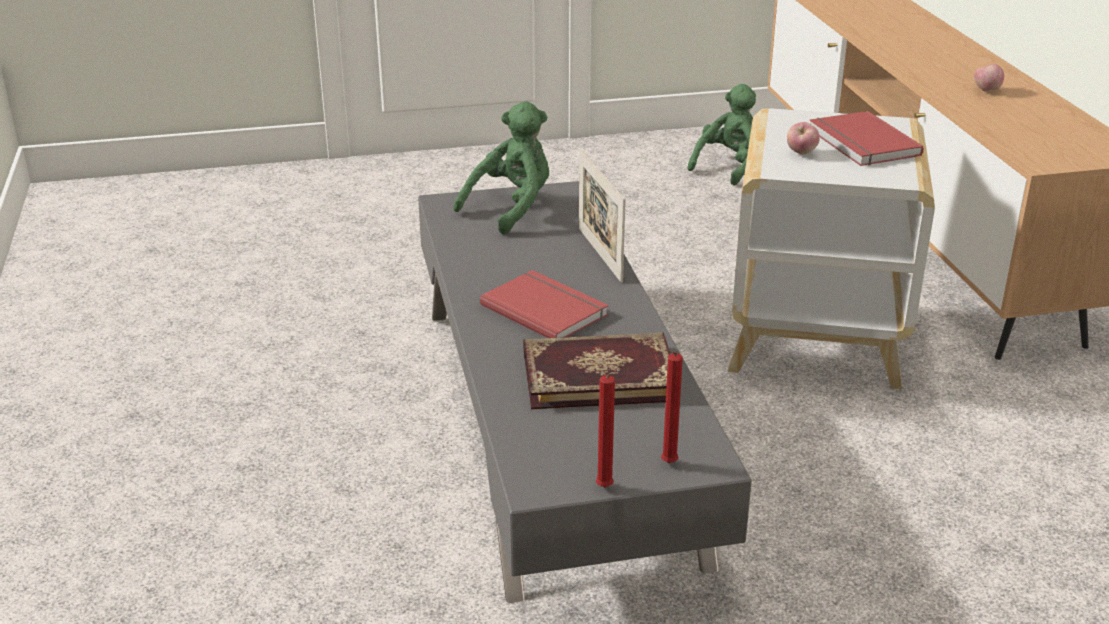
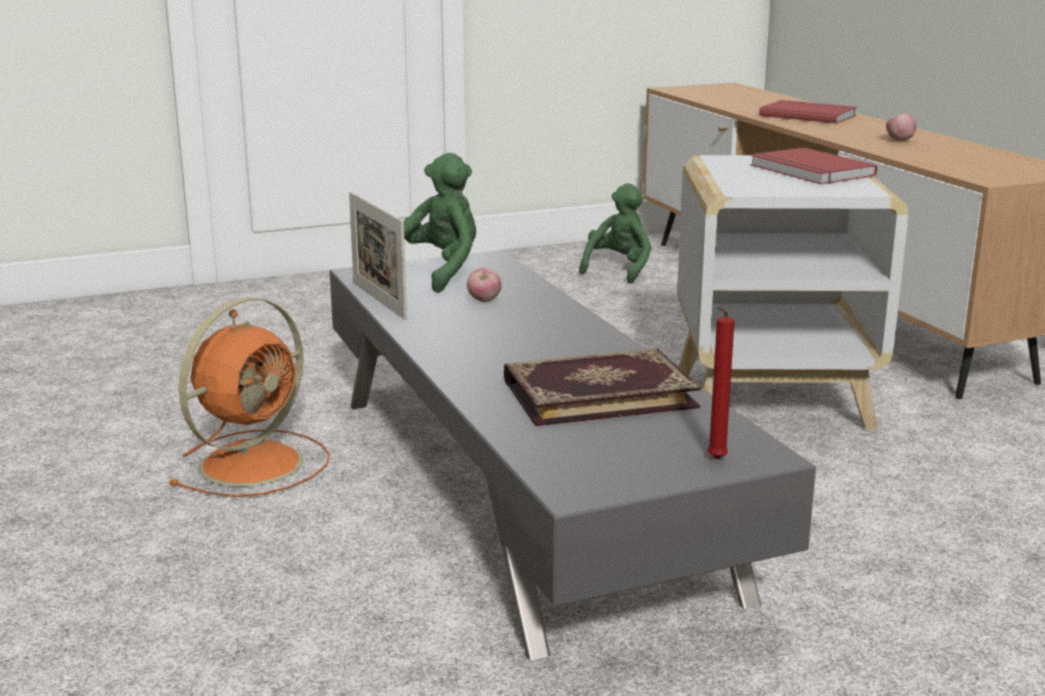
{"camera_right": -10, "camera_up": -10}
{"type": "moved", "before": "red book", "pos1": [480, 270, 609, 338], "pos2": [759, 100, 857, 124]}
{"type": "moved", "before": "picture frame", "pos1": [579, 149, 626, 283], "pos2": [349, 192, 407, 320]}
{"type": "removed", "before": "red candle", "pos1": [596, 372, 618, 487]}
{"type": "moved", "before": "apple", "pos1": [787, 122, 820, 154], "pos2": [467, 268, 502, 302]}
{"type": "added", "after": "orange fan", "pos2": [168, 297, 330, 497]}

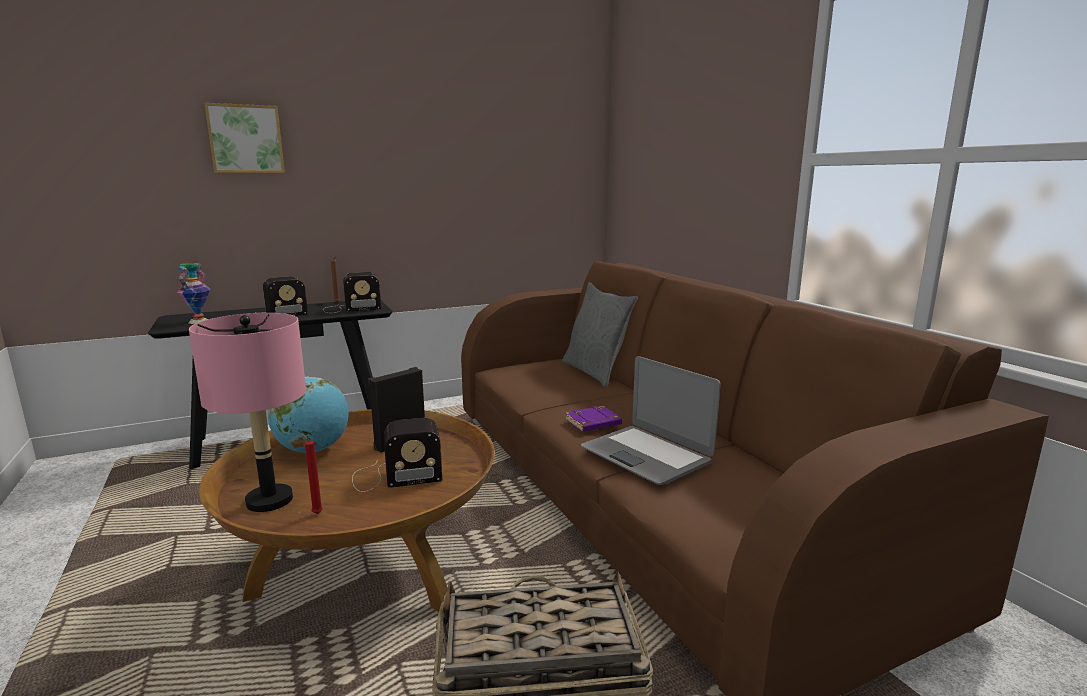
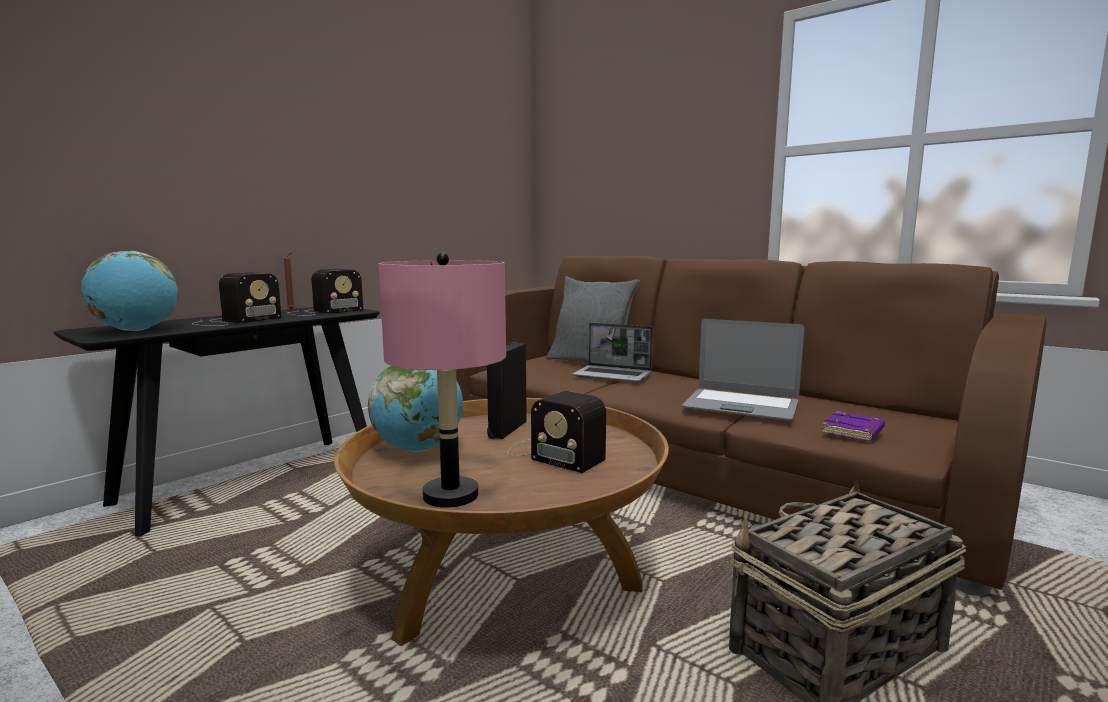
{"camera_right": -25, "camera_up": -5}
{"type": "replaced", "before": "vase", "after": "globe", "pos1": [177, 263, 210, 324], "pos2": [81, 251, 179, 331]}
{"type": "removed", "before": "picture", "pos1": [205, 103, 285, 173]}
{"type": "removed", "before": "red candle", "pos1": [300, 433, 323, 514]}
{"type": "turned", "before": "radio", "pos1": [352, 418, 442, 492], "pos2": [507, 391, 606, 473], "turn": 75}
{"type": "moved", "before": "purple book", "pos1": [565, 406, 622, 432], "pos2": [822, 411, 885, 441]}
{"type": "added", "after": "laptop", "pos2": [572, 323, 653, 383]}

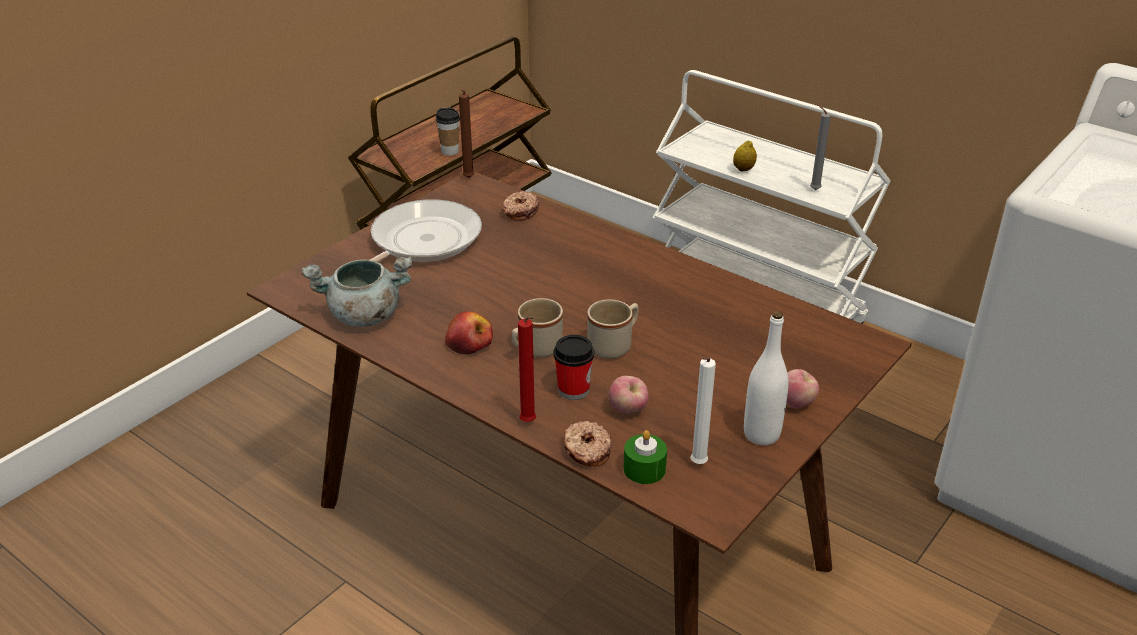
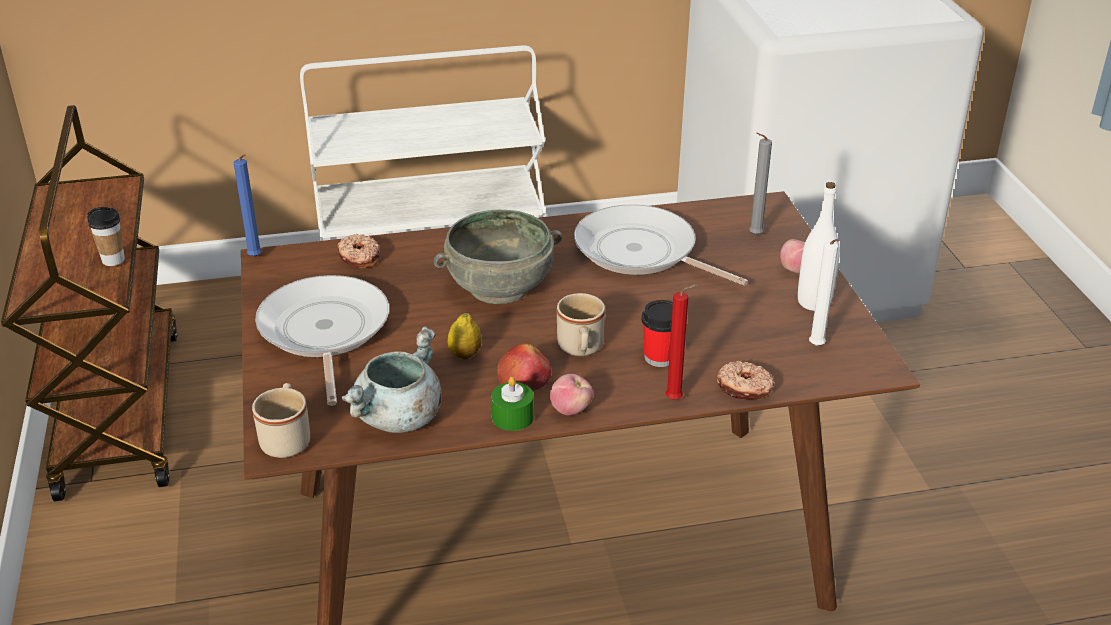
{"camera_right": -50, "camera_up": 0}
{"type": "recoloured", "before": "brown candle", "after": "blue candle", "pos1": [459, 90, 474, 178], "pos2": [233, 154, 262, 257]}
{"type": "moved", "before": "beige mug", "pos1": [587, 299, 638, 359], "pos2": [252, 383, 310, 458]}
{"type": "moved", "before": "apple", "pos1": [609, 376, 649, 414], "pos2": [550, 374, 593, 415]}
{"type": "moved", "before": "green candle", "pos1": [624, 430, 667, 484], "pos2": [491, 377, 534, 431]}
{"type": "moved", "before": "lemon", "pos1": [733, 140, 757, 171], "pos2": [448, 313, 482, 360]}
{"type": "moved", "before": "grey candle", "pos1": [810, 104, 831, 190], "pos2": [749, 132, 772, 235]}
{"type": "added", "after": "grey bowl", "pos2": [434, 210, 562, 304]}
{"type": "added", "after": "frying pan", "pos2": [574, 204, 748, 286]}

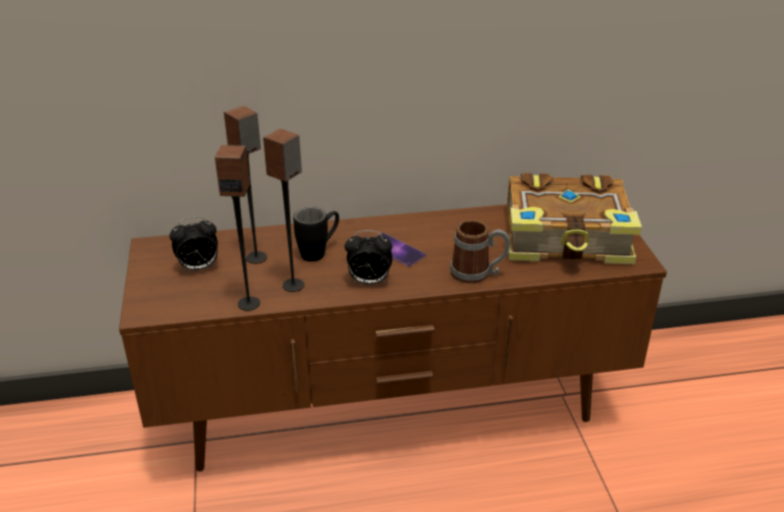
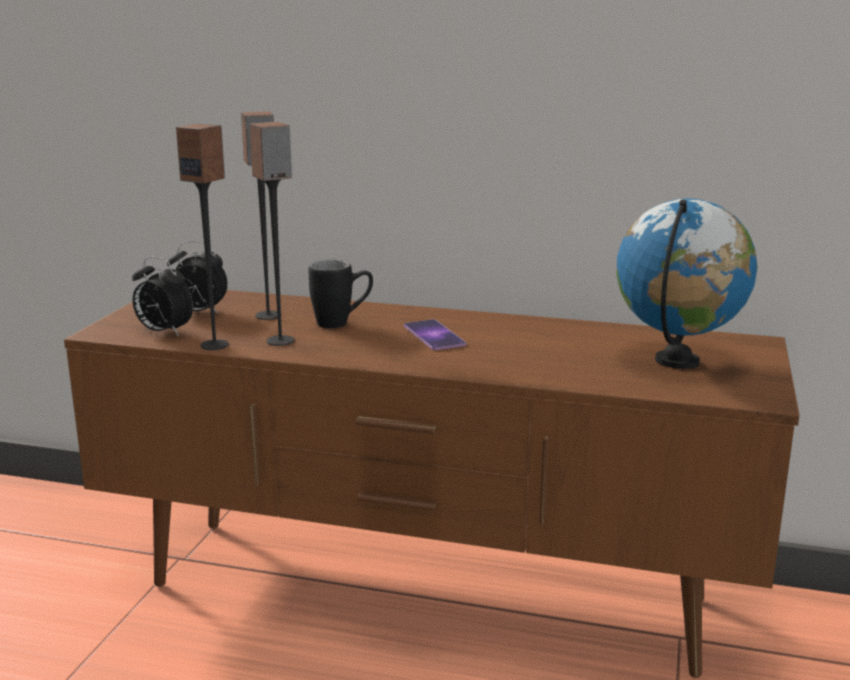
{"camera_right": 25, "camera_up": -15}
{"type": "moved", "before": "alarm clock", "pos1": [344, 230, 393, 285], "pos2": [132, 257, 193, 336]}
{"type": "removed", "before": "mug", "pos1": [450, 220, 510, 284]}
{"type": "replaced", "before": "book", "after": "globe", "pos1": [507, 173, 642, 264], "pos2": [616, 198, 758, 369]}

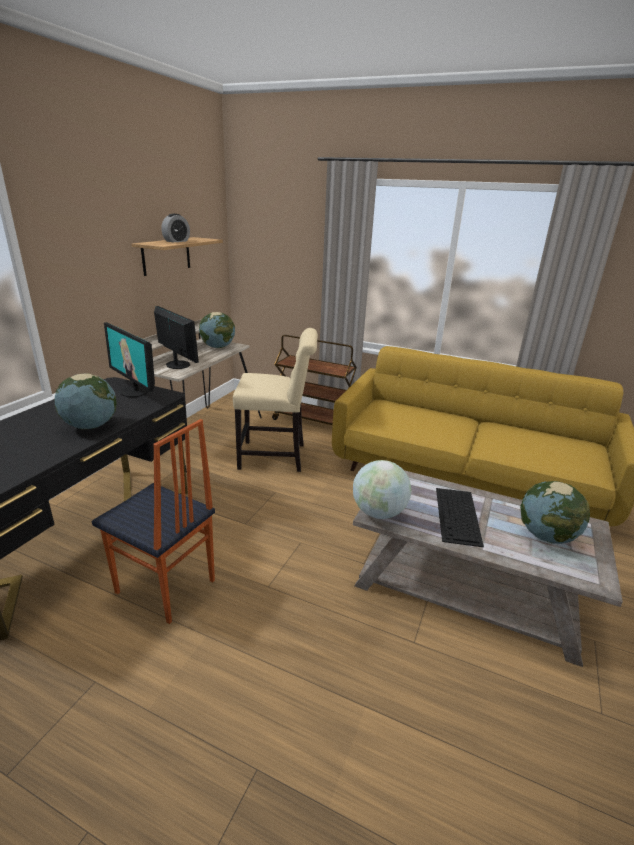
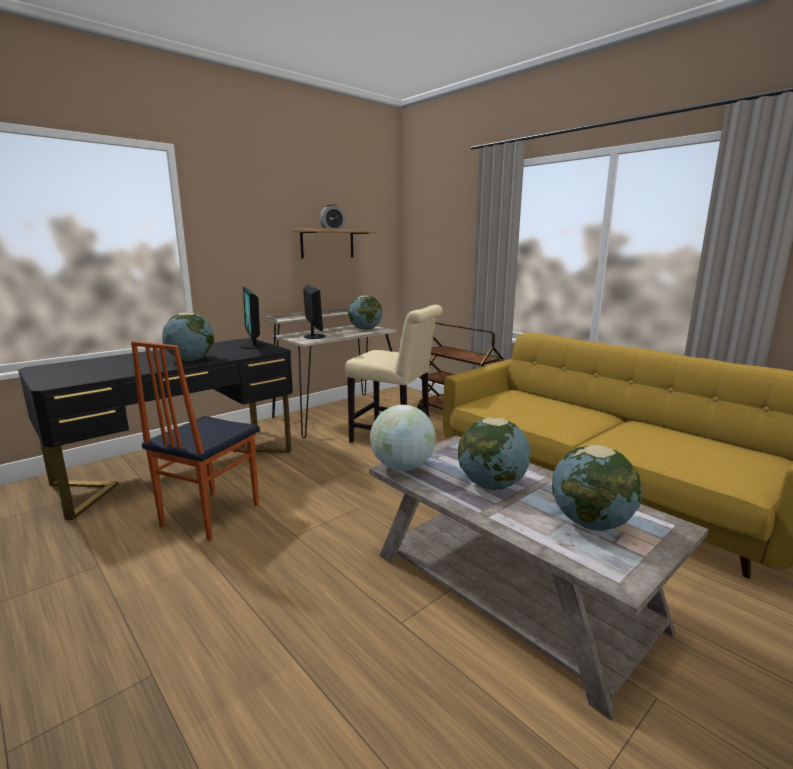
{"camera_right": 25, "camera_up": -10}
{"type": "turned", "before": "chair", "pos1": [92, 419, 215, 624], "pos2": [131, 341, 260, 541], "turn": 60}
{"type": "replaced", "before": "keyboard", "after": "globe", "pos1": [436, 488, 484, 547], "pos2": [458, 417, 530, 490]}

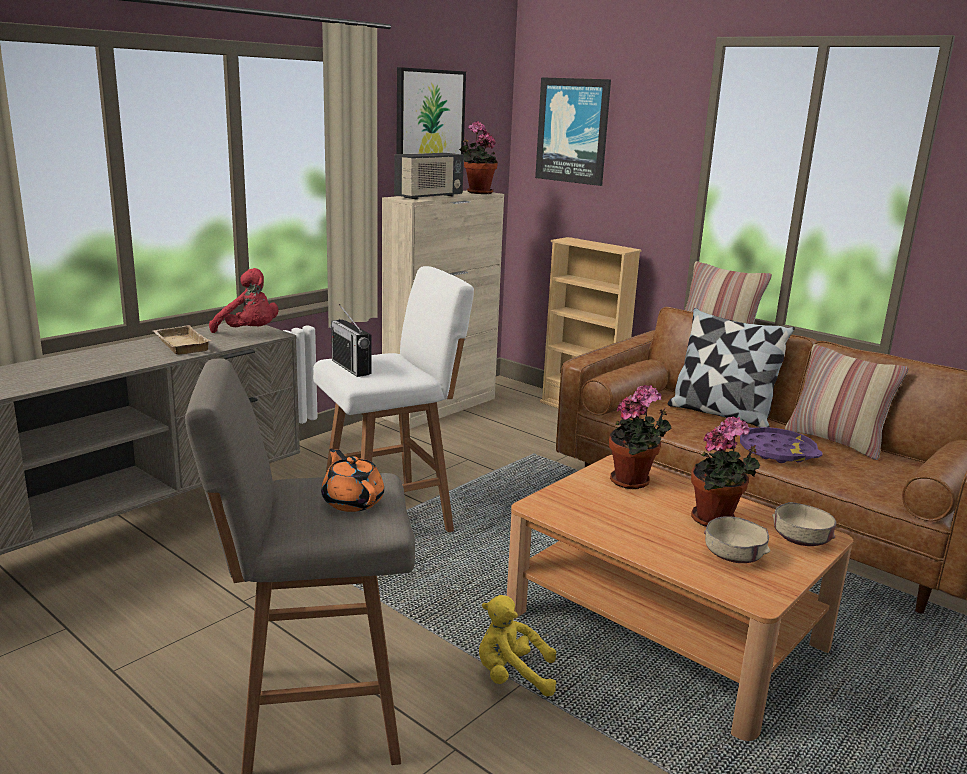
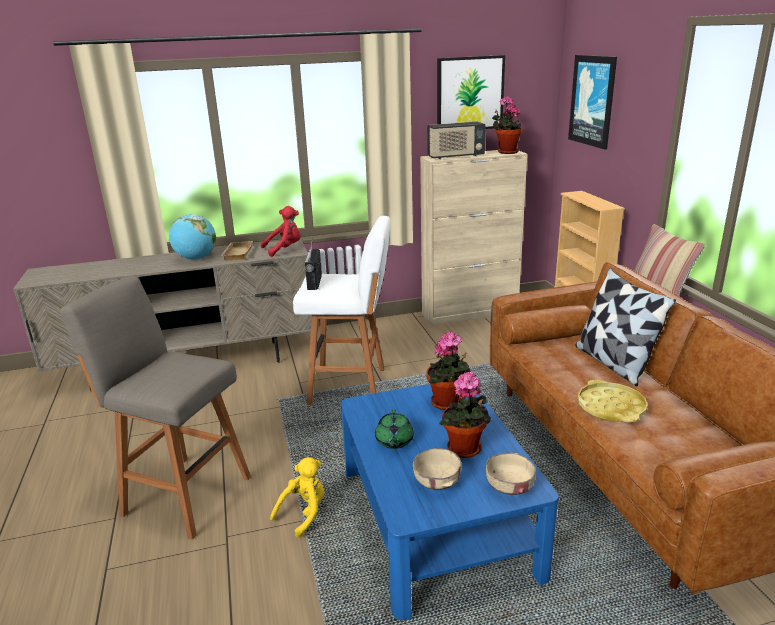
{"camera_right": 35, "camera_up": 5}
{"type": "turned", "before": "red plush toy", "pos1": [209, 268, 278, 333], "pos2": [261, 206, 301, 257], "turn": -90}
{"type": "removed", "before": "orange teapot", "pos1": [321, 449, 384, 512]}
{"type": "turned", "before": "yellow plush toy", "pos1": [479, 595, 556, 696], "pos2": [270, 457, 325, 538], "turn": 90}
{"type": "recoloured", "before": "brown coffee table", "after": "blue coffee table", "pos1": [507, 455, 853, 741], "pos2": [341, 384, 559, 620]}
{"type": "recoloured", "before": "purple tray", "after": "yellow tray", "pos1": [740, 427, 822, 463], "pos2": [578, 379, 648, 422]}
{"type": "removed", "before": "pillow", "pos1": [785, 344, 909, 460]}
{"type": "added", "after": "globe", "pos2": [169, 214, 216, 260]}
{"type": "added", "after": "green teapot", "pos2": [375, 409, 414, 449]}

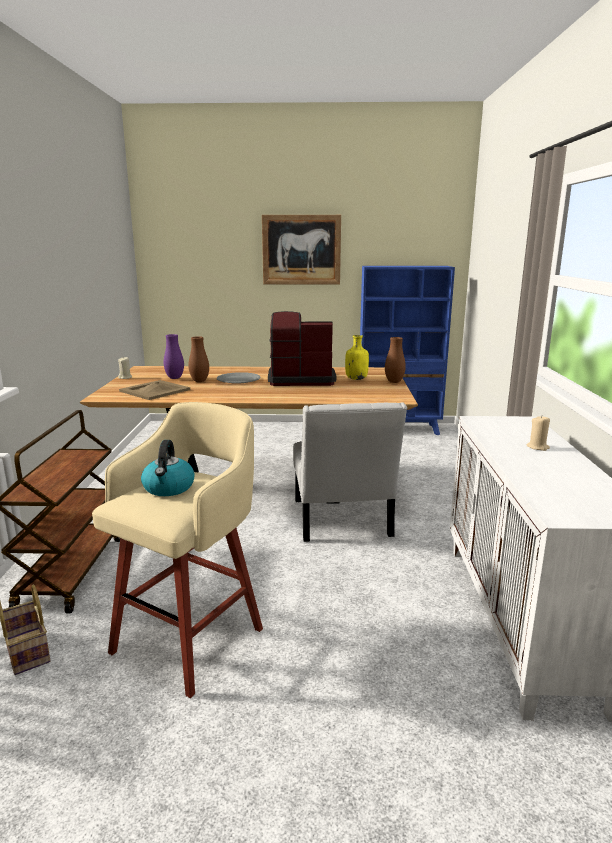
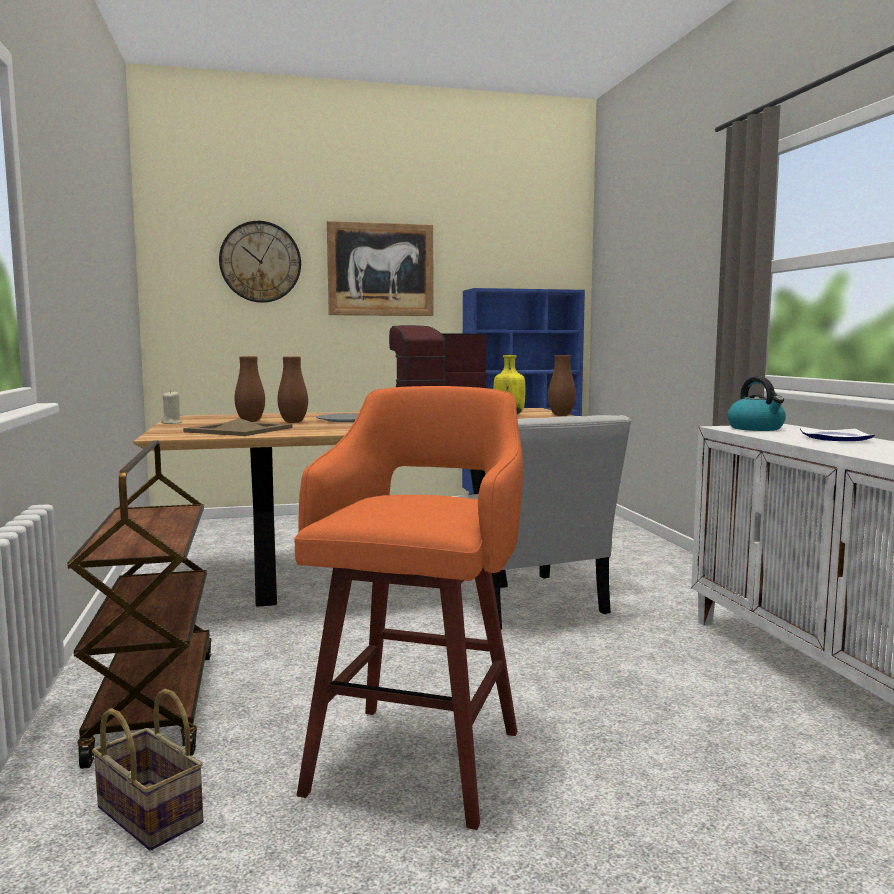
{"camera_right": -15, "camera_up": -10}
{"type": "recoloured", "before": "beige stool", "after": "orange stool", "pos1": [92, 402, 263, 698], "pos2": [294, 386, 523, 830]}
{"type": "moved", "before": "kettle", "pos1": [141, 440, 195, 496], "pos2": [727, 377, 786, 431]}
{"type": "recoloured", "before": "purple vase", "after": "brown vase", "pos1": [164, 334, 184, 379], "pos2": [234, 356, 265, 422]}
{"type": "replaced", "before": "beige candle", "after": "plate", "pos1": [527, 416, 550, 451], "pos2": [800, 428, 875, 441]}
{"type": "added", "after": "wall clock", "pos2": [219, 221, 301, 303]}

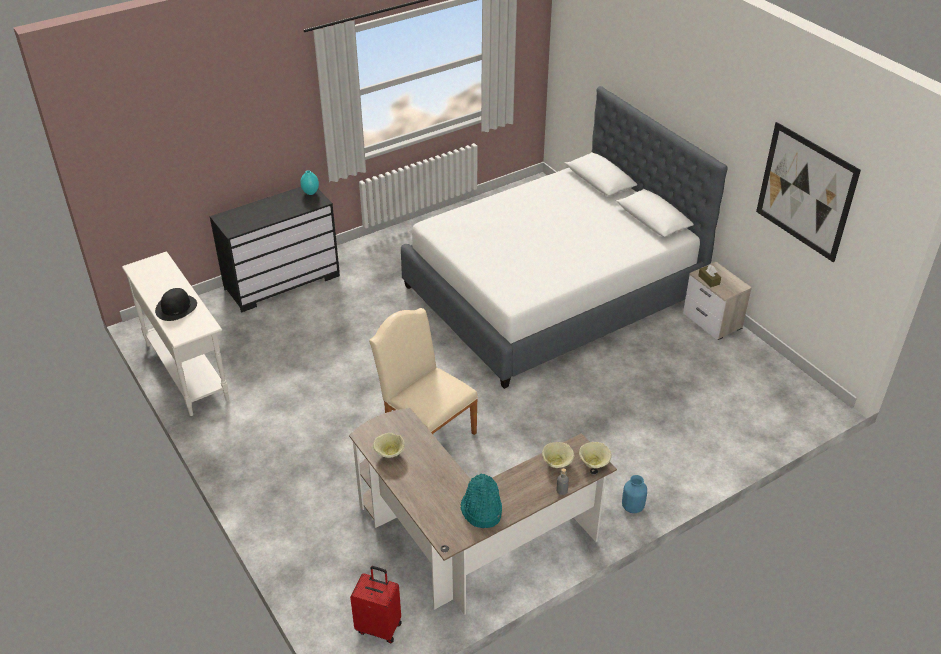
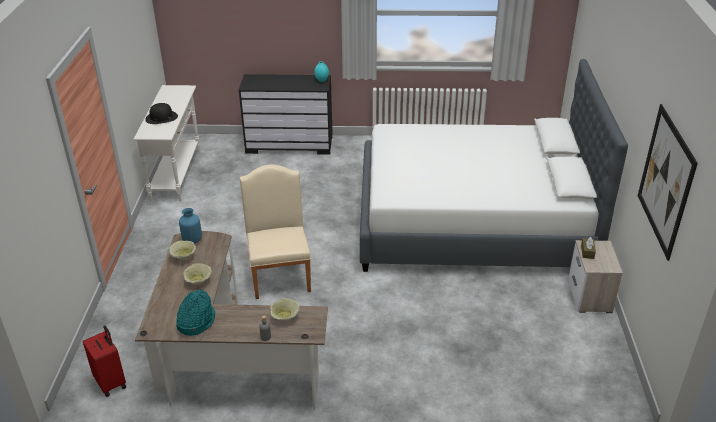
{"camera_right": 35, "camera_up": -5}
{"type": "moved", "before": "beige bowl", "pos1": [579, 442, 612, 468], "pos2": [183, 263, 212, 285]}
{"type": "moved", "before": "blue vase", "pos1": [622, 475, 647, 513], "pos2": [179, 208, 202, 244]}

